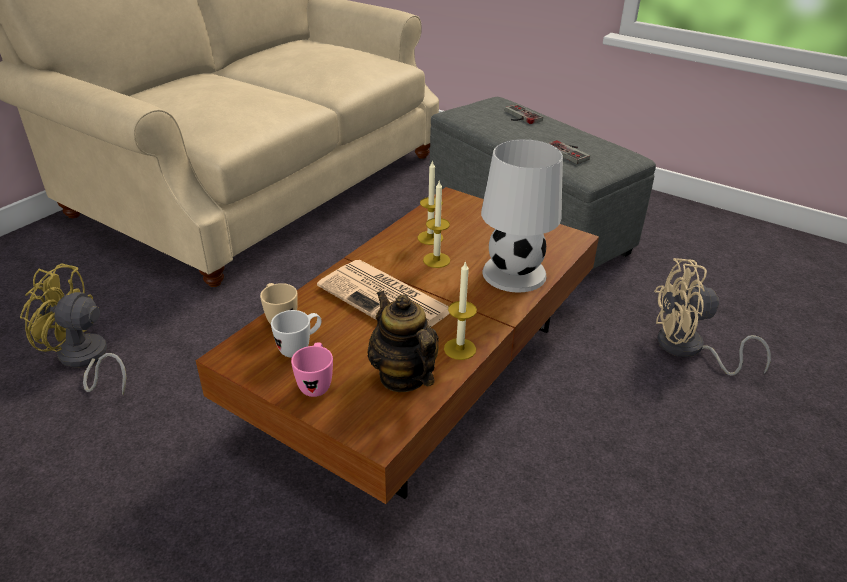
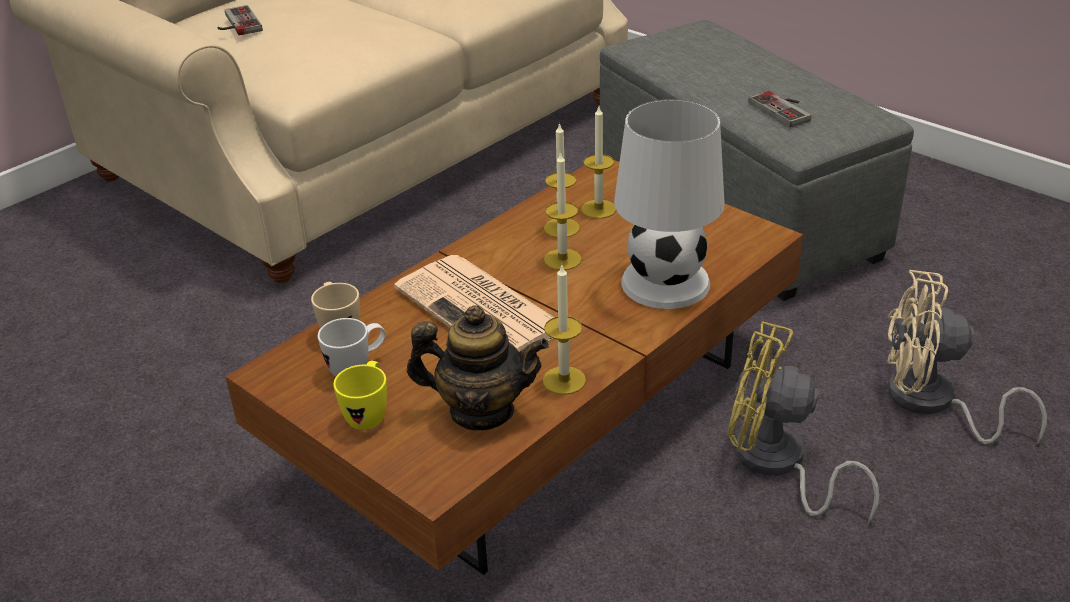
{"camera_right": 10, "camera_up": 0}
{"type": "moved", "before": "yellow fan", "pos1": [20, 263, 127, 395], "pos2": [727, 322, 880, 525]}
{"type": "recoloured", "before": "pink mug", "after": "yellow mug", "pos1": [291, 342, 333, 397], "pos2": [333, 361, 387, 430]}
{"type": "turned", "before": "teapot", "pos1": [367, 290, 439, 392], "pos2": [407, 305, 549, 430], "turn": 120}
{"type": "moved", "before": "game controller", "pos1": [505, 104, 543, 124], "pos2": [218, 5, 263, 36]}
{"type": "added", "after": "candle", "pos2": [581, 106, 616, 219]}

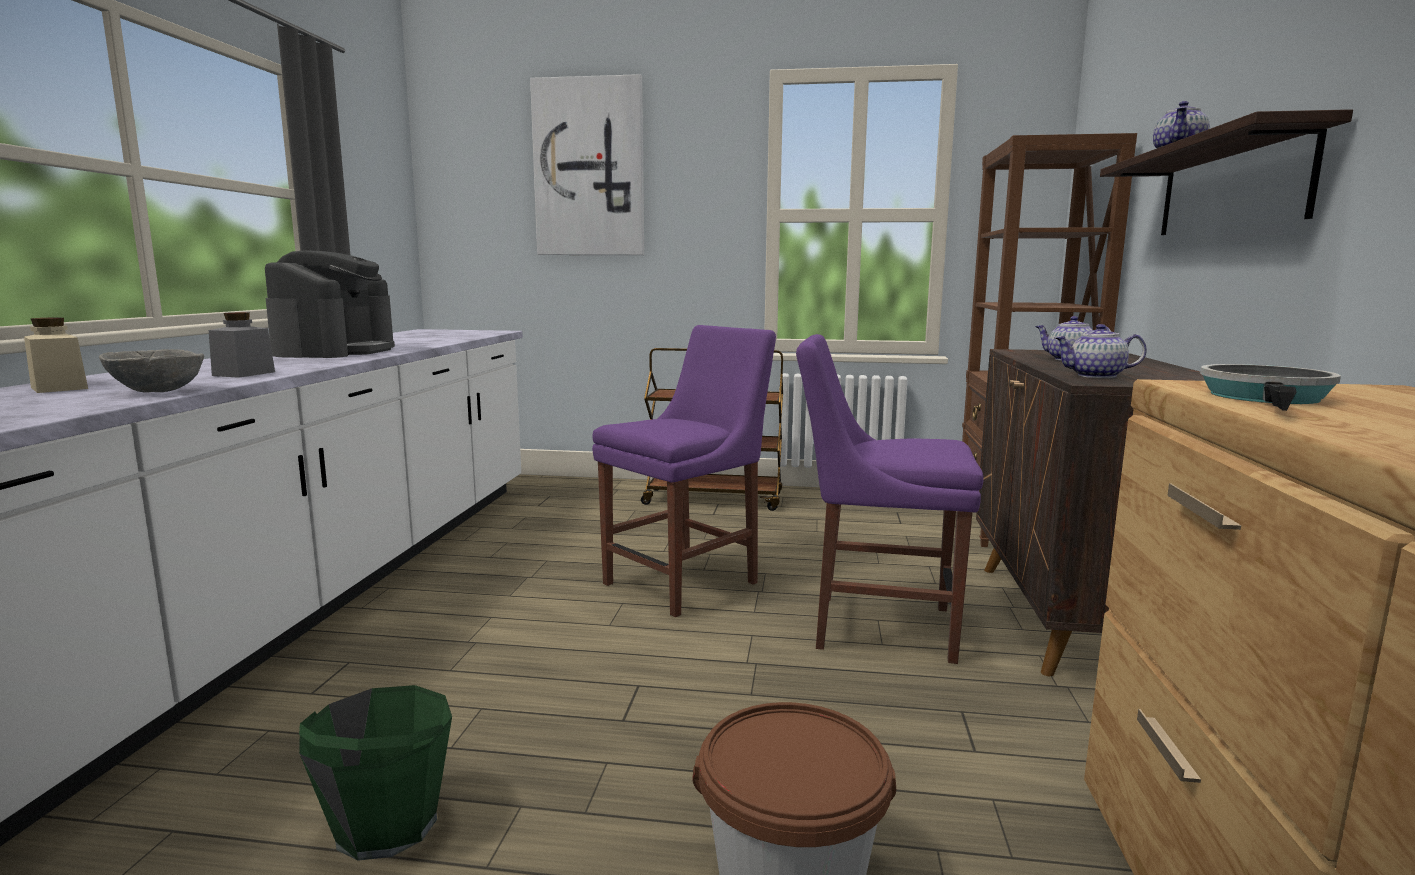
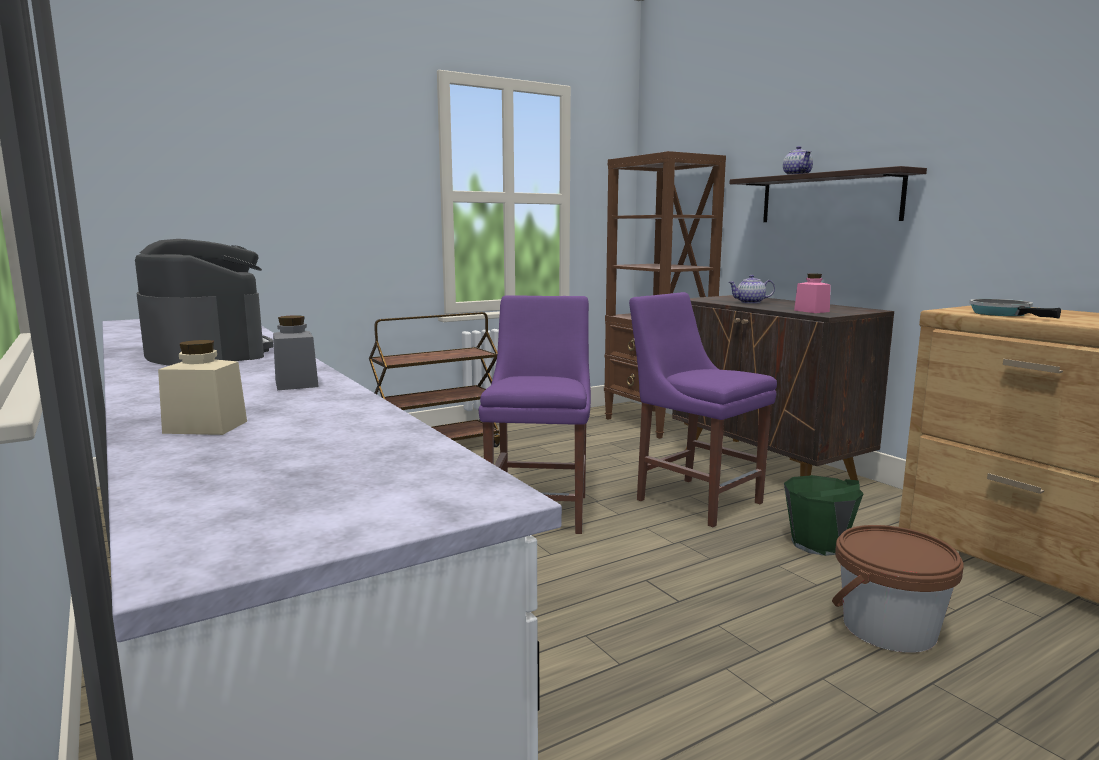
{"camera_right": -40, "camera_up": 0}
{"type": "removed", "before": "grey bowl", "pos1": [99, 349, 204, 393]}
{"type": "moved", "before": "green bucket", "pos1": [299, 685, 452, 861], "pos2": [784, 475, 864, 556]}
{"type": "removed", "before": "picture", "pos1": [530, 74, 644, 255]}
{"type": "turned", "before": "purple chair", "pos1": [796, 334, 983, 664], "pos2": [629, 292, 777, 527], "turn": 75}
{"type": "replaced", "before": "teapot", "after": "pink jar", "pos1": [1054, 324, 1147, 378], "pos2": [794, 274, 831, 313]}

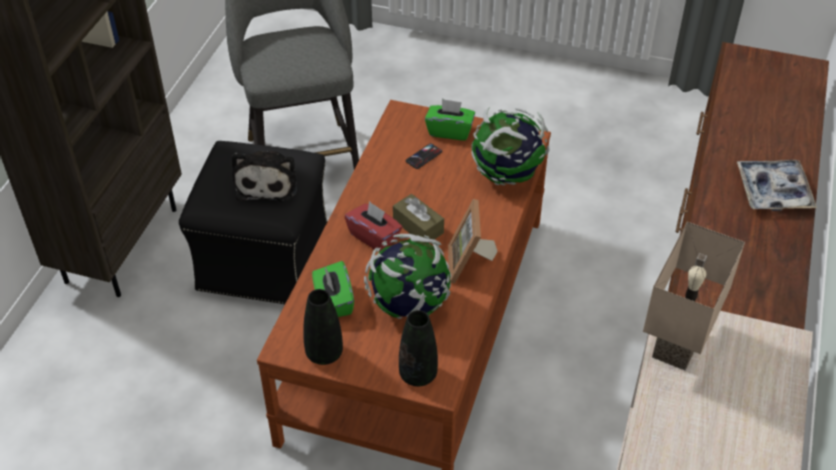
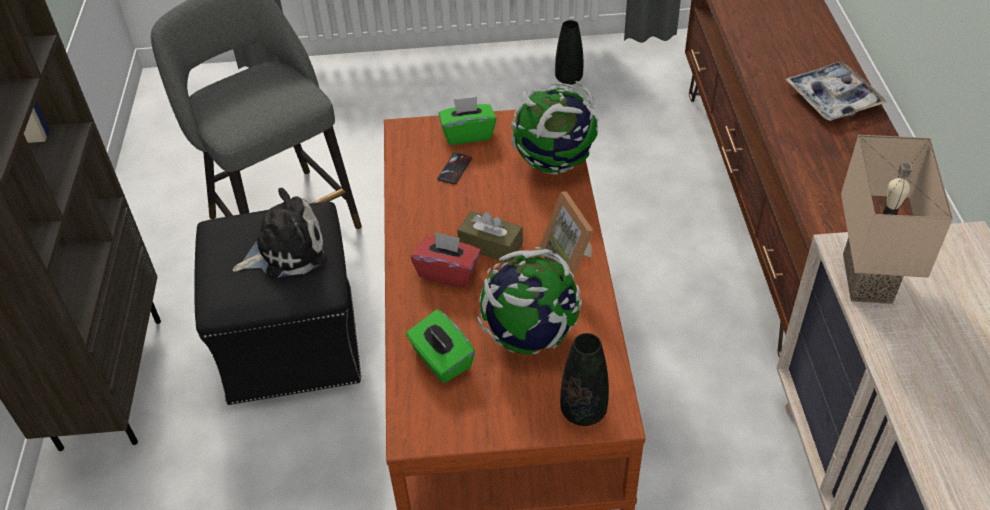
{"camera_right": -20, "camera_up": 0}
{"type": "turned", "before": "plush toy", "pos1": [231, 151, 297, 202], "pos2": [233, 188, 327, 278], "turn": -90}
{"type": "moved", "before": "black vase", "pos1": [303, 289, 343, 365], "pos2": [555, 20, 583, 85]}

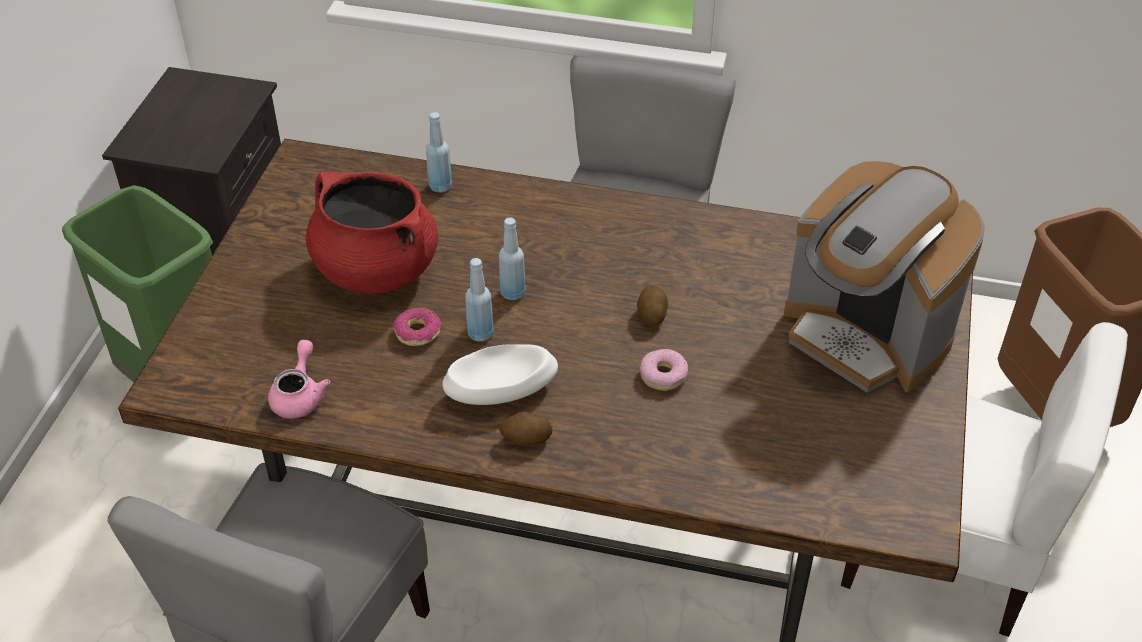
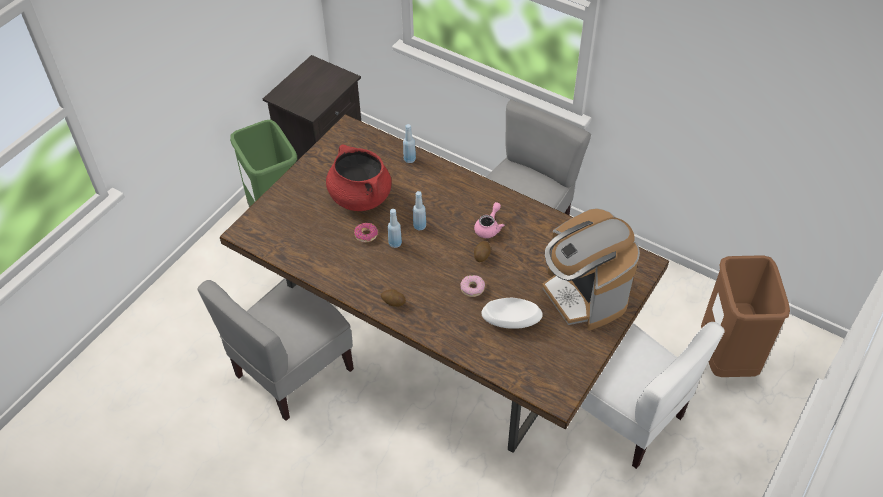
{"camera_right": 20, "camera_up": 5}
{"type": "moved", "before": "pink teapot", "pos1": [268, 340, 330, 418], "pos2": [474, 202, 505, 238]}
{"type": "moved", "before": "white bowl", "pos1": [442, 344, 558, 405], "pos2": [481, 298, 543, 329]}

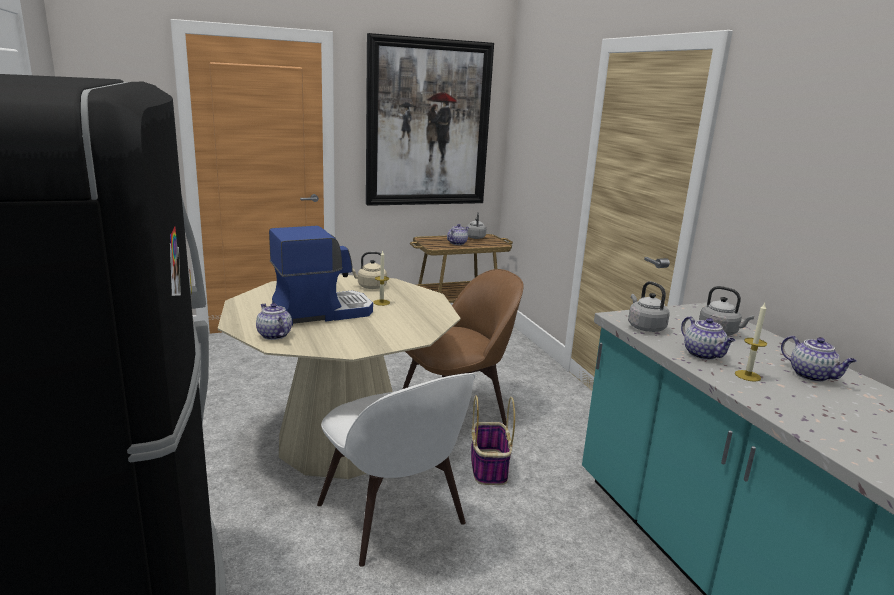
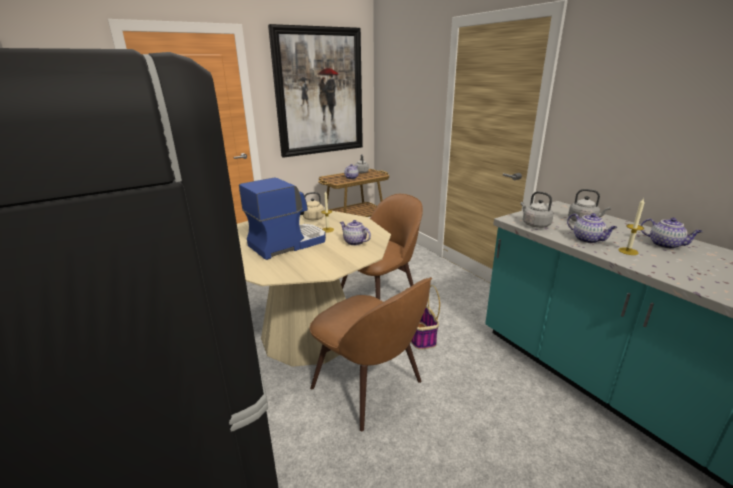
{"camera_right": -10, "camera_up": 5}
{"type": "moved", "before": "teapot", "pos1": [256, 303, 292, 340], "pos2": [340, 220, 371, 246]}
{"type": "recoloured", "before": "white chair", "after": "brown chair", "pos1": [317, 373, 475, 567], "pos2": [310, 277, 432, 431]}

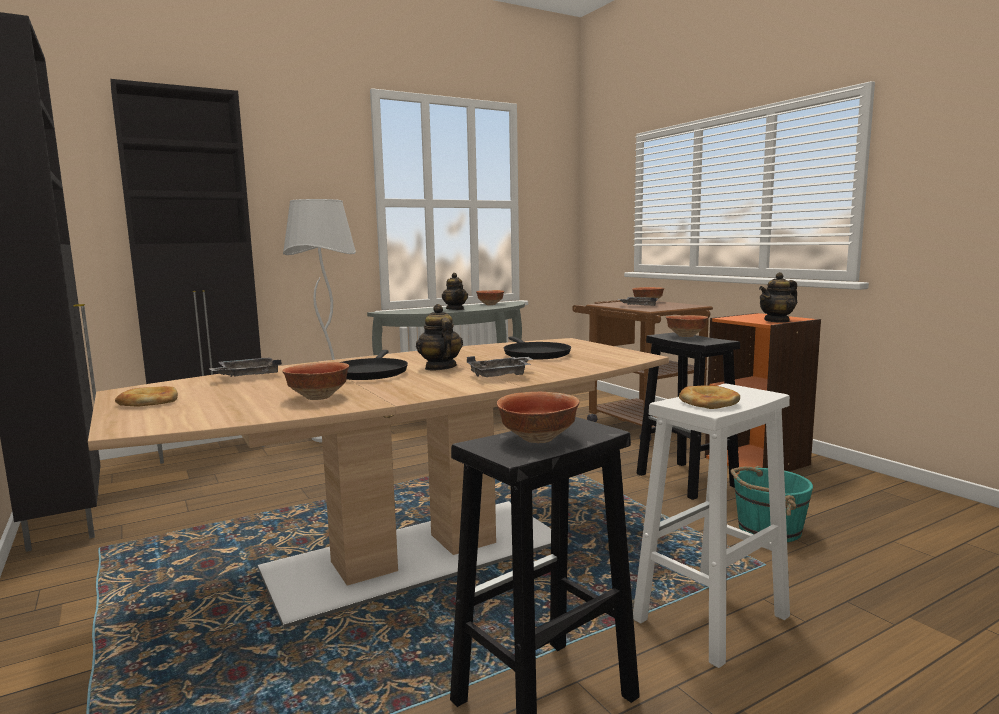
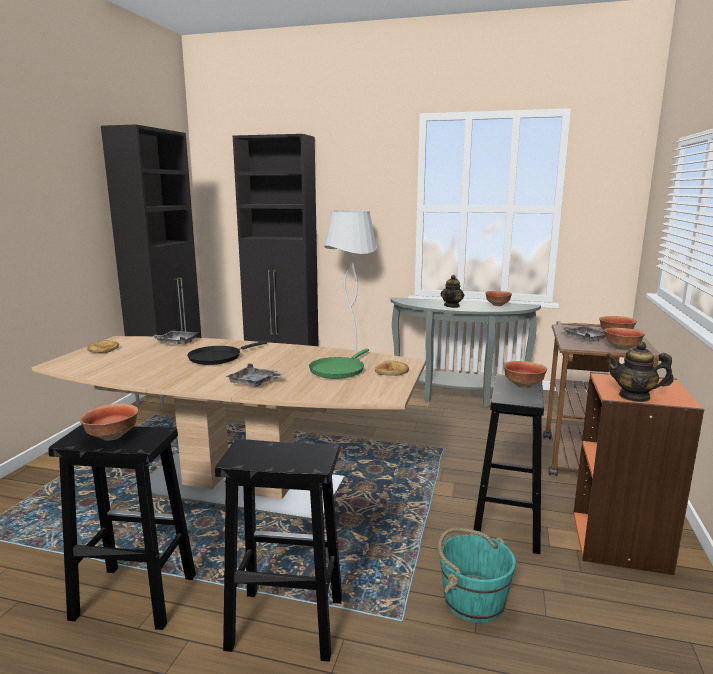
{"camera_right": 45, "camera_up": 5}
{"type": "moved", "before": "bowl", "pos1": [282, 362, 349, 400], "pos2": [604, 328, 645, 350]}
{"type": "removed", "before": "teapot", "pos1": [416, 304, 463, 370]}
{"type": "recoloured", "before": "black frying pan", "after": "green frying pan", "pos1": [504, 336, 571, 360], "pos2": [309, 349, 369, 379]}
{"type": "recoloured", "before": "white stool", "after": "black stool", "pos1": [633, 384, 790, 668], "pos2": [215, 439, 342, 662]}
{"type": "moved", "before": "bread", "pos1": [679, 385, 740, 409], "pos2": [375, 361, 409, 376]}

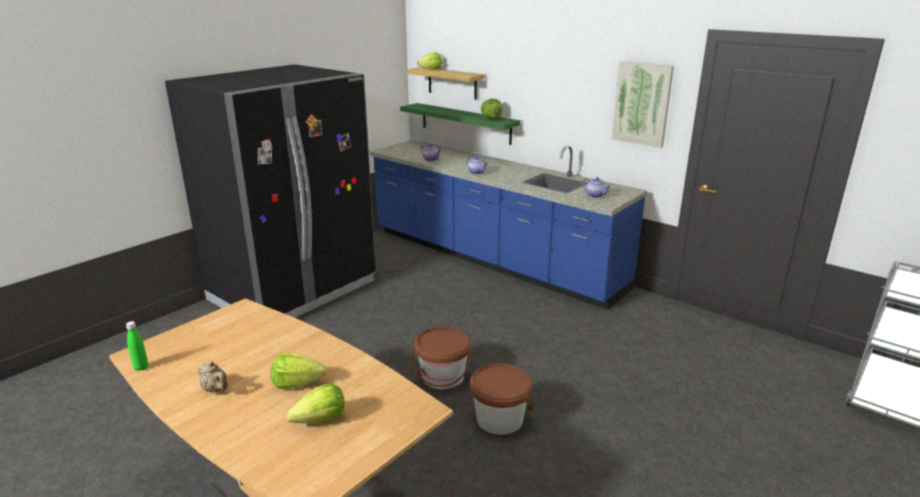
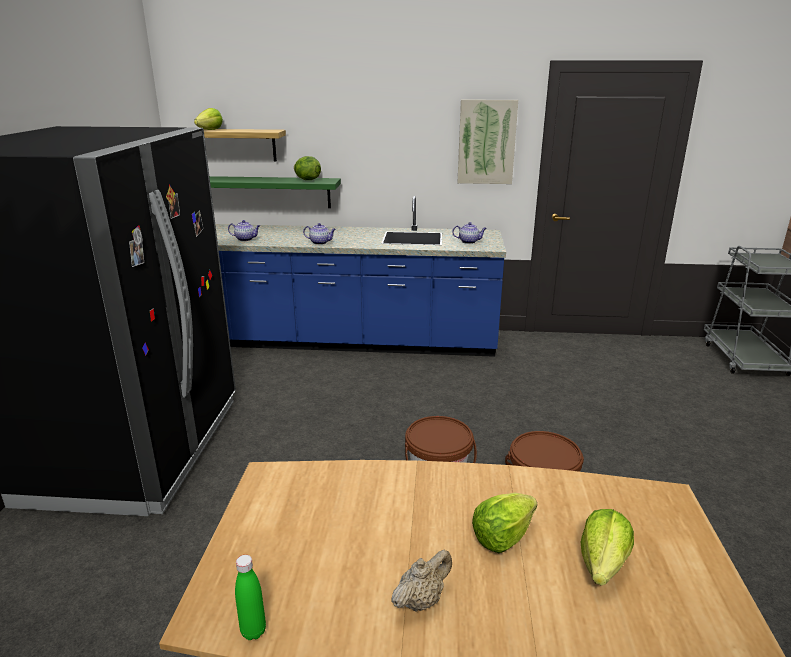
{"camera_right": -35, "camera_up": 0}
{"type": "turned", "before": "beige teapot", "pos1": [198, 361, 227, 392], "pos2": [391, 550, 452, 612], "turn": -45}

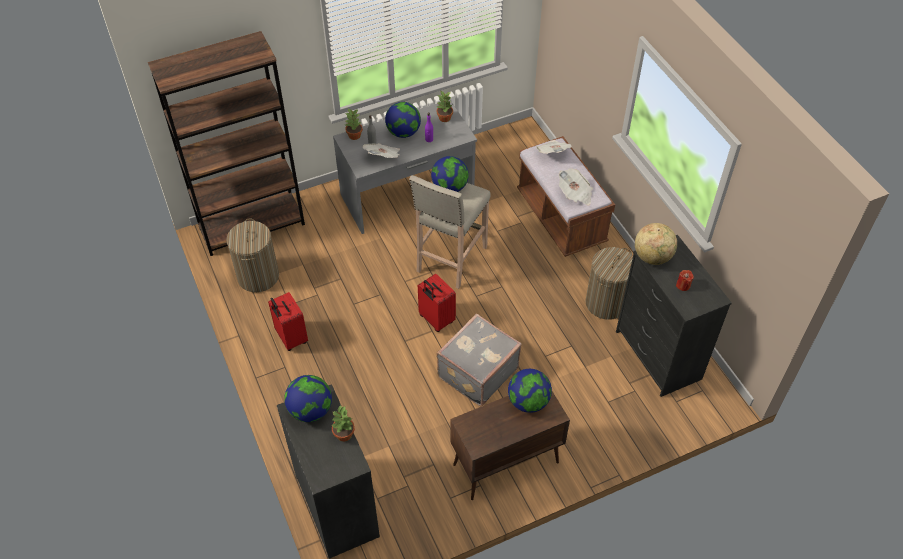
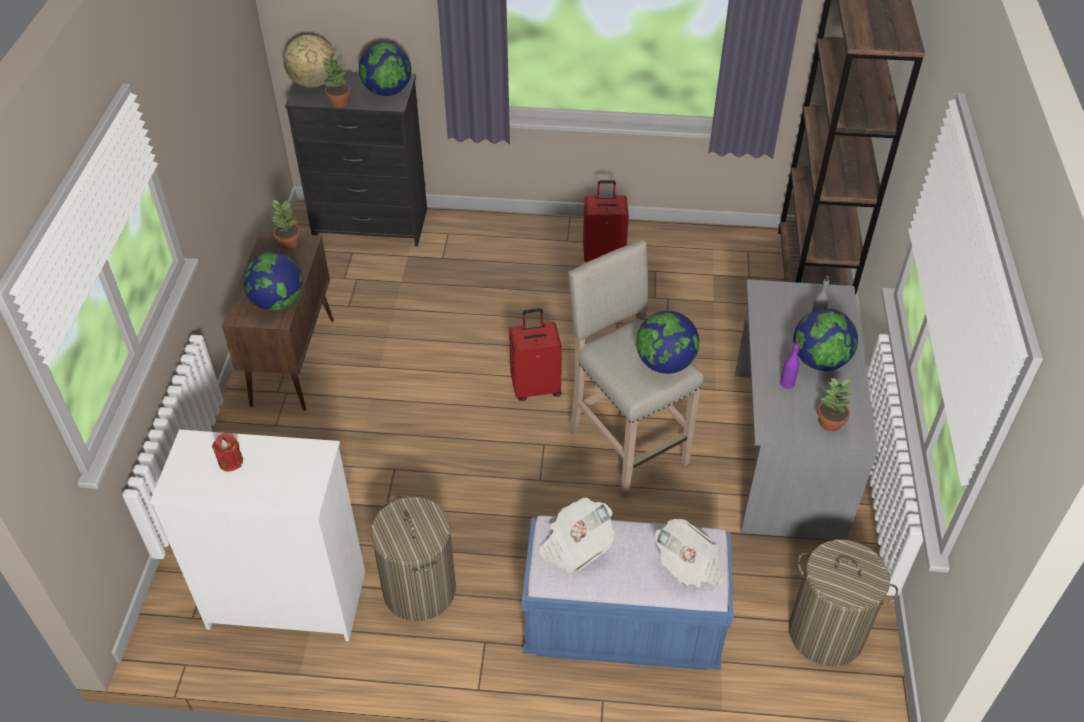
{"camera_right": 120, "camera_up": -5}
{"type": "moved", "before": "laundry basket", "pos1": [226, 218, 279, 292], "pos2": [789, 540, 898, 666]}
{"type": "moved", "before": "potted plant", "pos1": [345, 109, 363, 140], "pos2": [272, 200, 300, 249]}
{"type": "removed", "before": "newspaper", "pos1": [363, 143, 400, 158]}
{"type": "removed", "before": "grey suitcase", "pos1": [436, 313, 522, 406]}
{"type": "recoloured", "before": "brown bench", "after": "blue bench", "pos1": [517, 136, 615, 257], "pos2": [522, 516, 733, 670]}
{"type": "recoloured", "before": "black dresser", "after": "white dresser", "pos1": [616, 235, 732, 397], "pos2": [150, 429, 365, 641]}
{"type": "moved", "before": "globe", "pos1": [635, 223, 677, 265], "pos2": [283, 35, 335, 88]}

